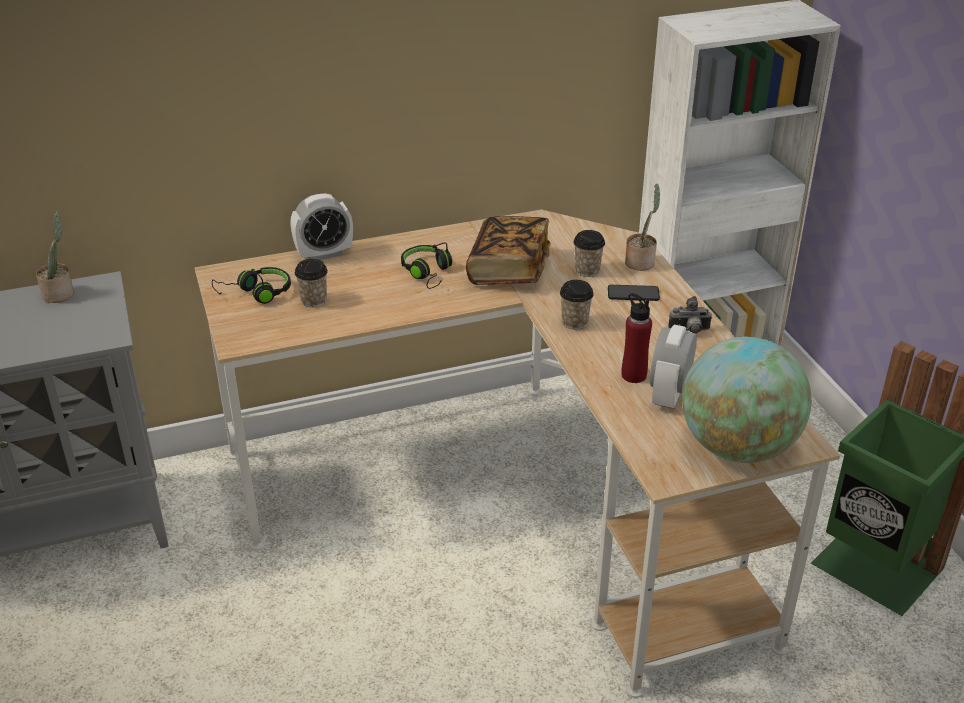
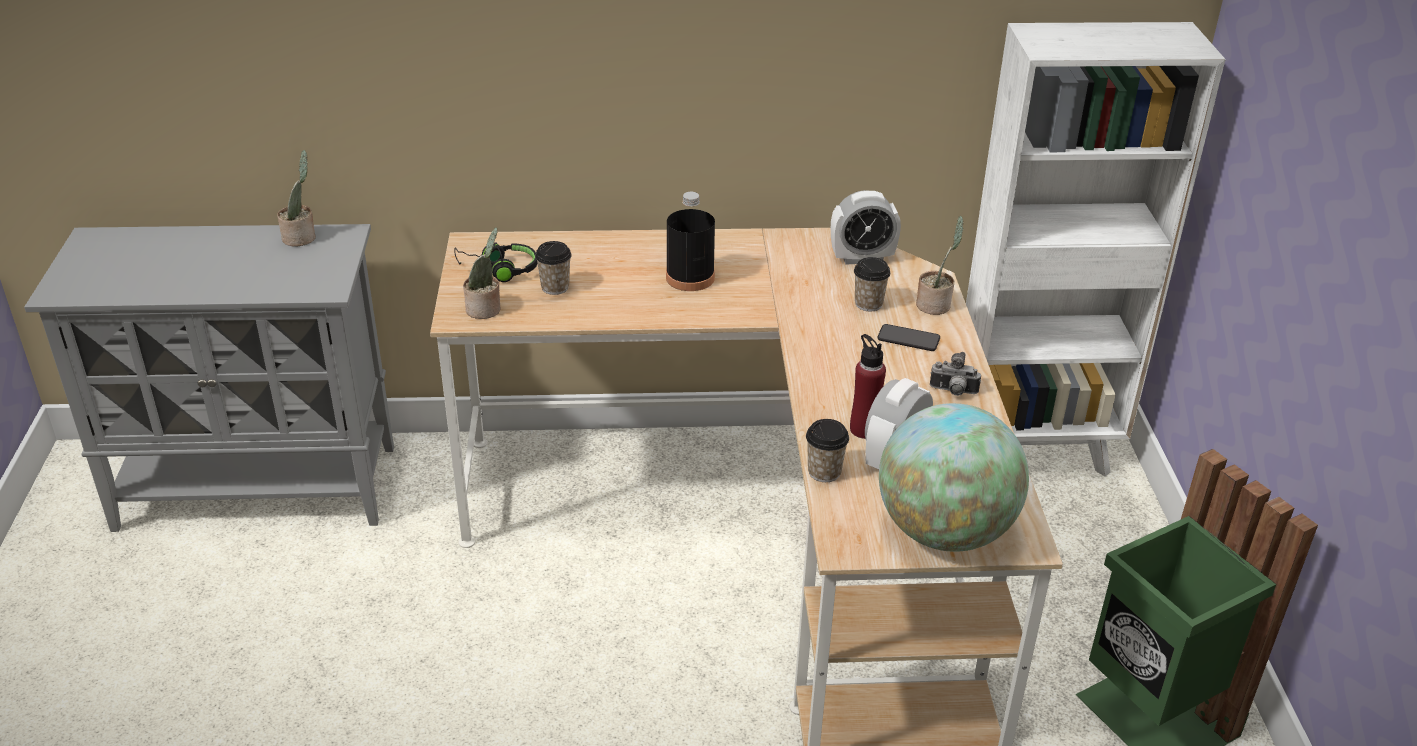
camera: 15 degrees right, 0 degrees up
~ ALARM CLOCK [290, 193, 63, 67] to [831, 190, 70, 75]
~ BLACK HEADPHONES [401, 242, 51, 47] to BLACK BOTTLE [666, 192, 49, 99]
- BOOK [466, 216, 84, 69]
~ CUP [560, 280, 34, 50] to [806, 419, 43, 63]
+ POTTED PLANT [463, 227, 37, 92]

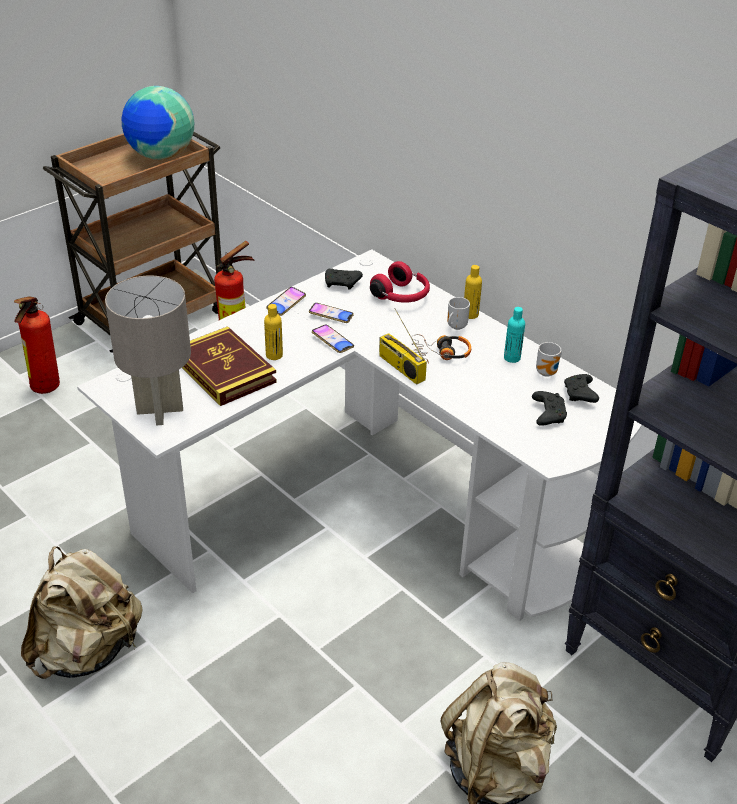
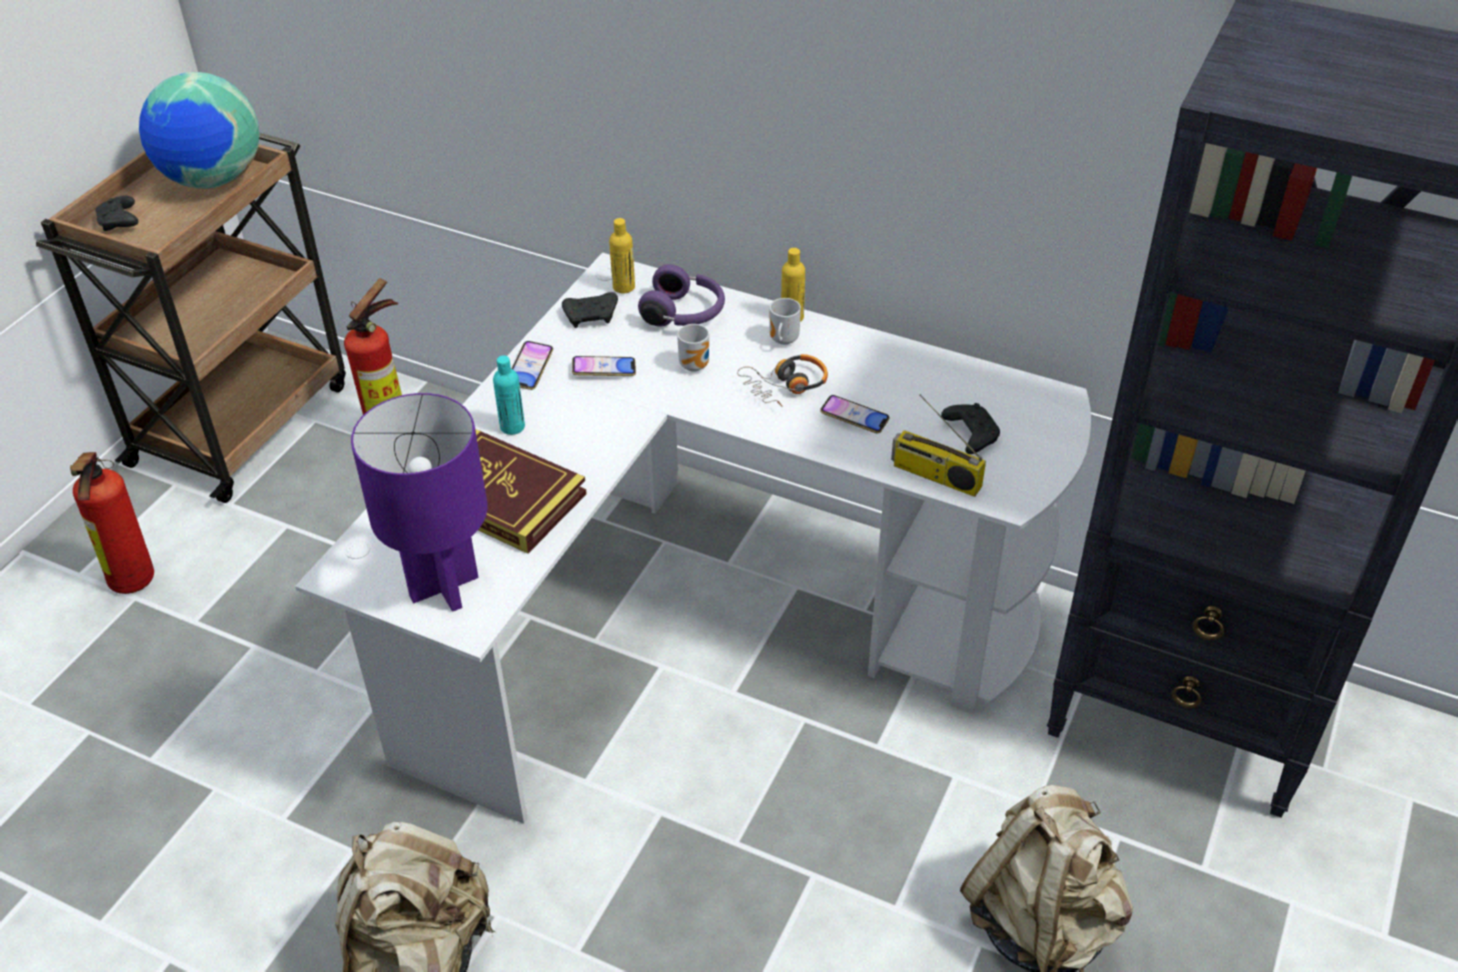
camera: 20 degrees left, 5 degrees up
~ GREY TABLE LAMP [105, 276, 86, 149] to PURPLE TABLE LAMP [351, 393, 136, 219]
~ YELLOW BOTTLE [264, 304, 19, 56] to [609, 218, 26, 75]
~ PHONE [312, 325, 42, 28] to [820, 395, 69, 38]
~ RED HEADPHONES [370, 261, 60, 42] to PURPLE HEADPHONES [638, 264, 87, 63]
~ RADIO [379, 308, 48, 77] to [891, 394, 95, 103]
~ TURQUOISE BOTTLE [504, 307, 21, 56] to [493, 355, 32, 80]
~ MUG [536, 342, 26, 35] to [677, 324, 32, 48]
~ BLACK GAME CONTROLLER [564, 374, 35, 29] to [95, 196, 43, 35]

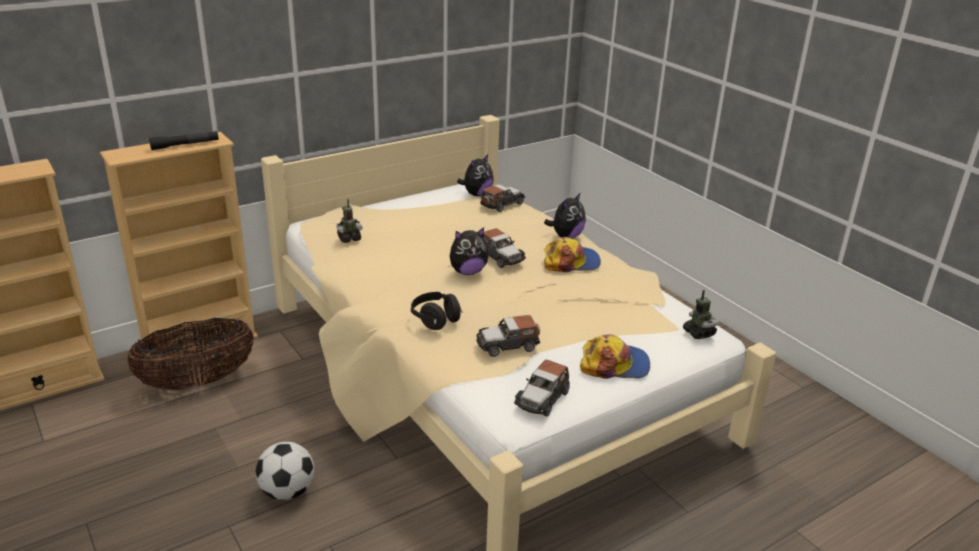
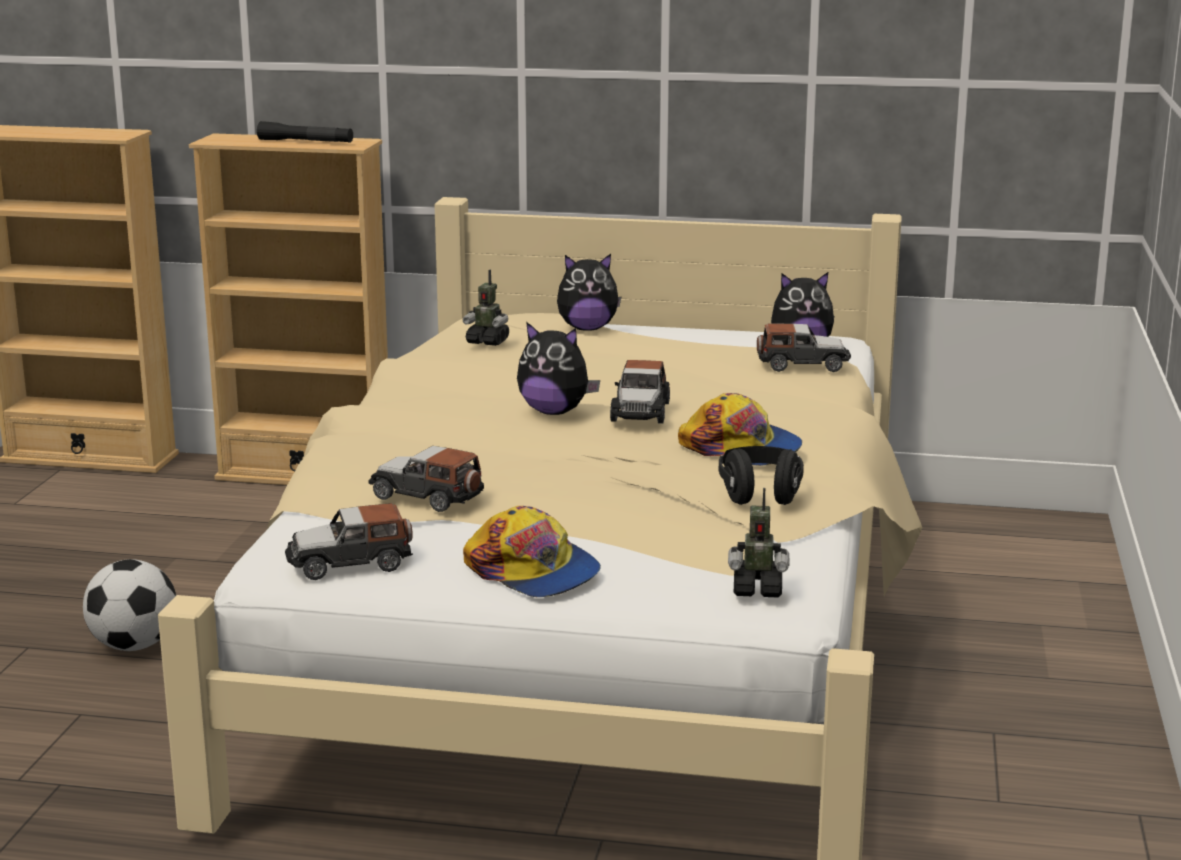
camera: 45 degrees right, 10 degrees down
- BASKET [127, 318, 127, 72]
~ BLACK HEADPHONES [411, 292, 51, 38] to [719, 446, 85, 59]
~ PLUSH TOY [544, 192, 42, 46] to [557, 254, 64, 77]
~ TOY ROBOT [683, 290, 36, 49] = [728, 488, 62, 110] 75 degrees clockwise

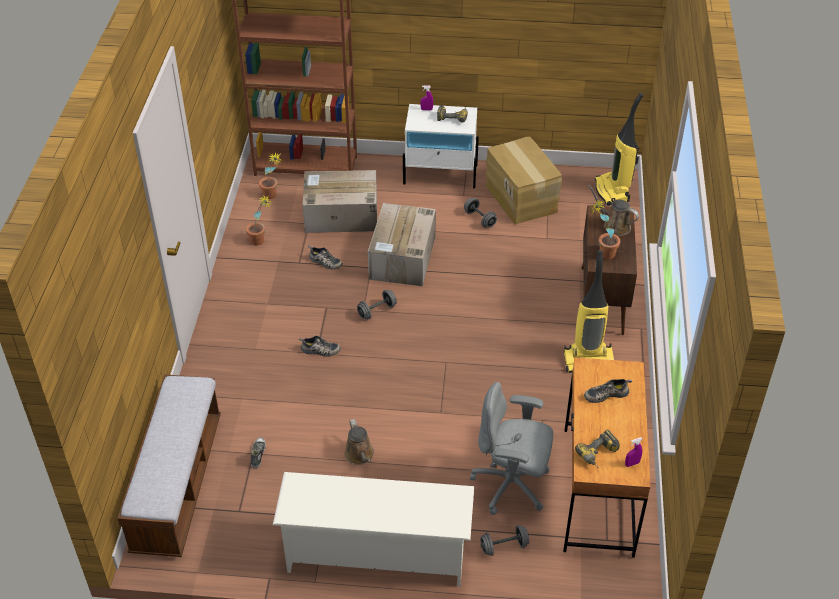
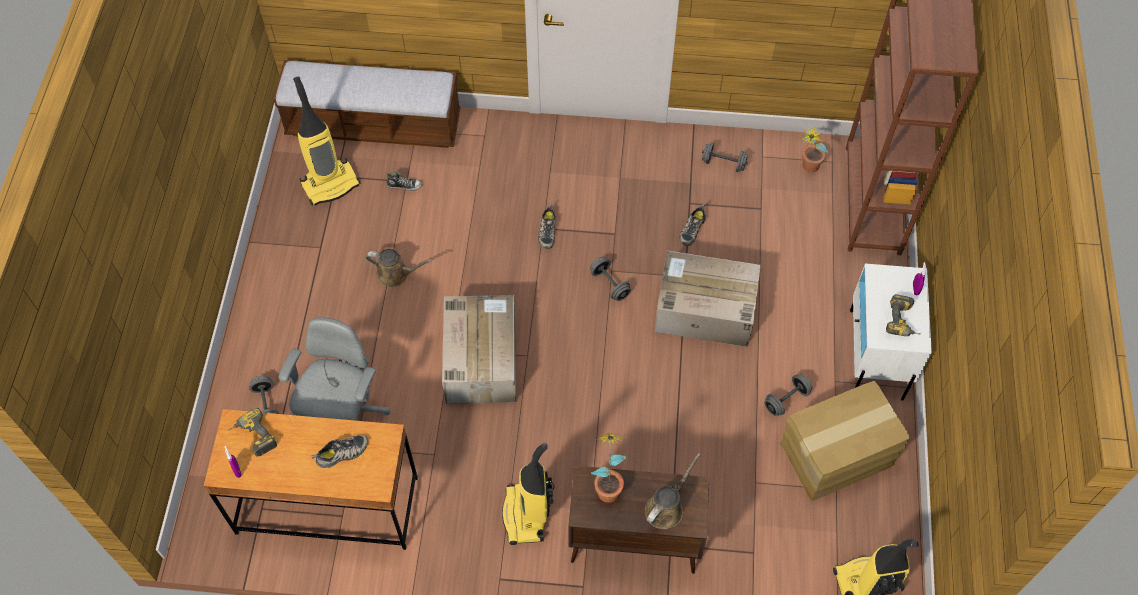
camera: 90 degrees right, 15 degrees up
~ POTTED PLANT [246, 195, 27, 51] to GREY DUMBBELL [702, 143, 46, 29]
- WHITE SHOE RACK [273, 472, 201, 115]
~ CARDBOARD BOX [303, 170, 74, 63] to [442, 295, 74, 109]
~ BROWN WATERING CAN [344, 419, 30, 46] = [366, 249, 66, 38] 150 degrees counterclockwise
~ SHOE [584, 379, 48, 24] = [312, 435, 56, 33] 75 degrees clockwise
+ VACUUM CLEANER [293, 76, 68, 129]

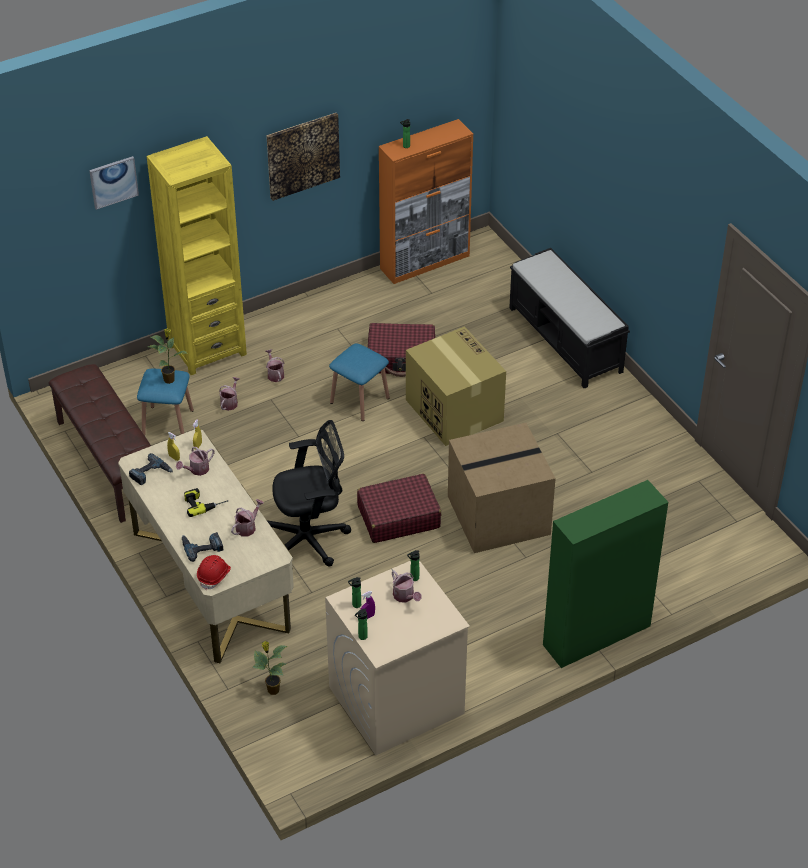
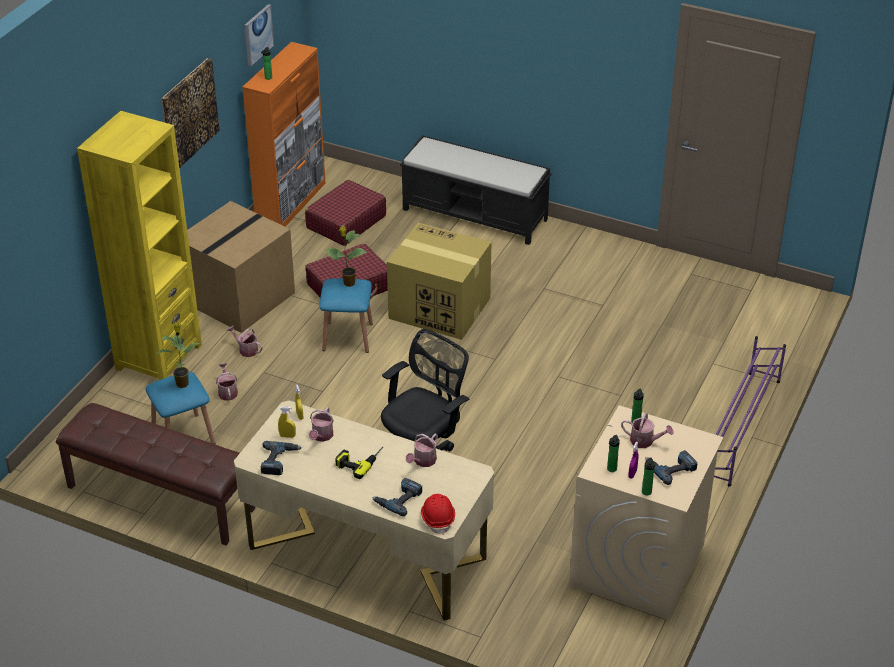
camera: 35 degrees left, 5 degrees down
~ PICTURE [89, 156, 50, 54] to [245, 4, 29, 62]
~ WATERING CAN [231, 499, 33, 38] = [406, 434, 32, 33] 150 degrees counterclockwise
~ POTTED PLANT [252, 641, 35, 54] to [325, 227, 42, 60]
~ RED SUITCASE [357, 474, 84, 69] to [305, 180, 81, 66]
~ CARDBOARD BOX [448, 423, 108, 130] to [187, 201, 108, 132]
~ GREEN CABINET [543, 480, 125, 188] to PURPLE SHOE RACK [714, 336, 72, 151]
+ POWER DRILL [645, 450, 53, 35]

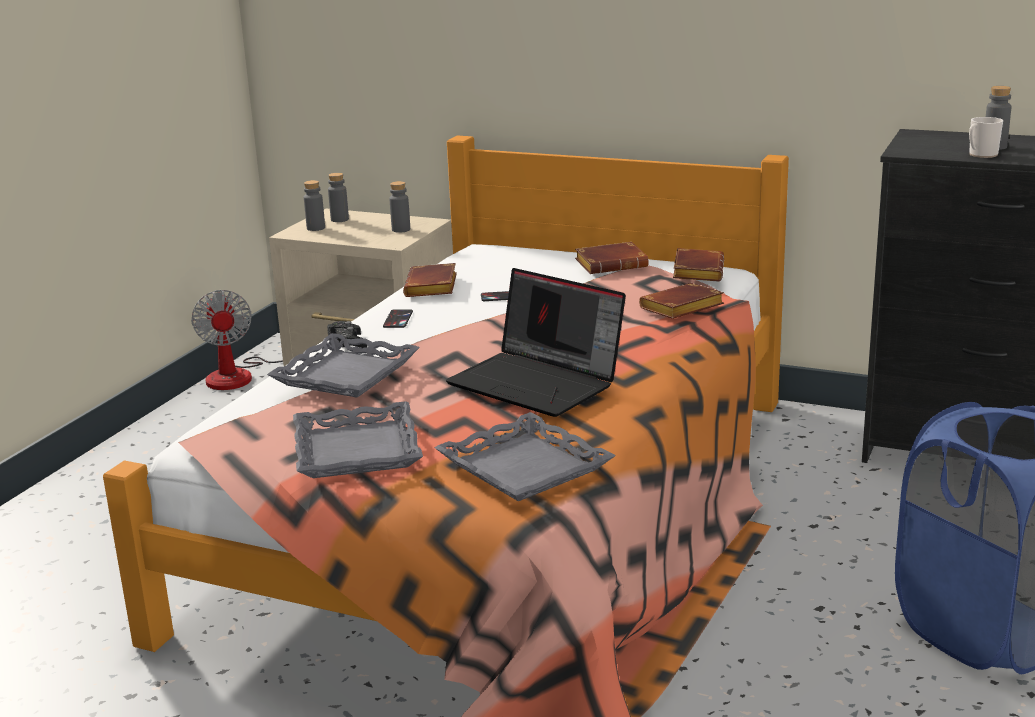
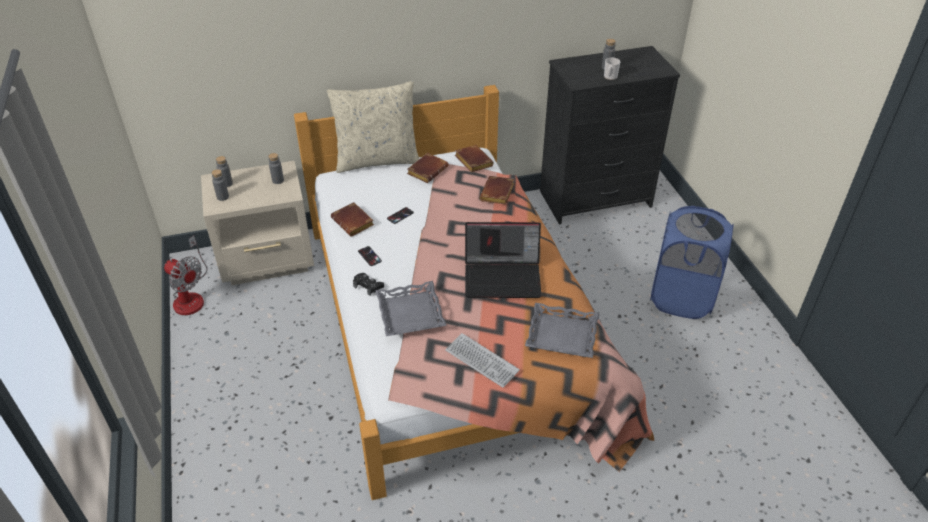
camera: 40 degrees left, 20 degrees up
~ GREY TRAY [293, 401, 130, 77] to KEYBOARD [445, 333, 75, 55]
+ BEIGE PILLOW [327, 81, 92, 92]

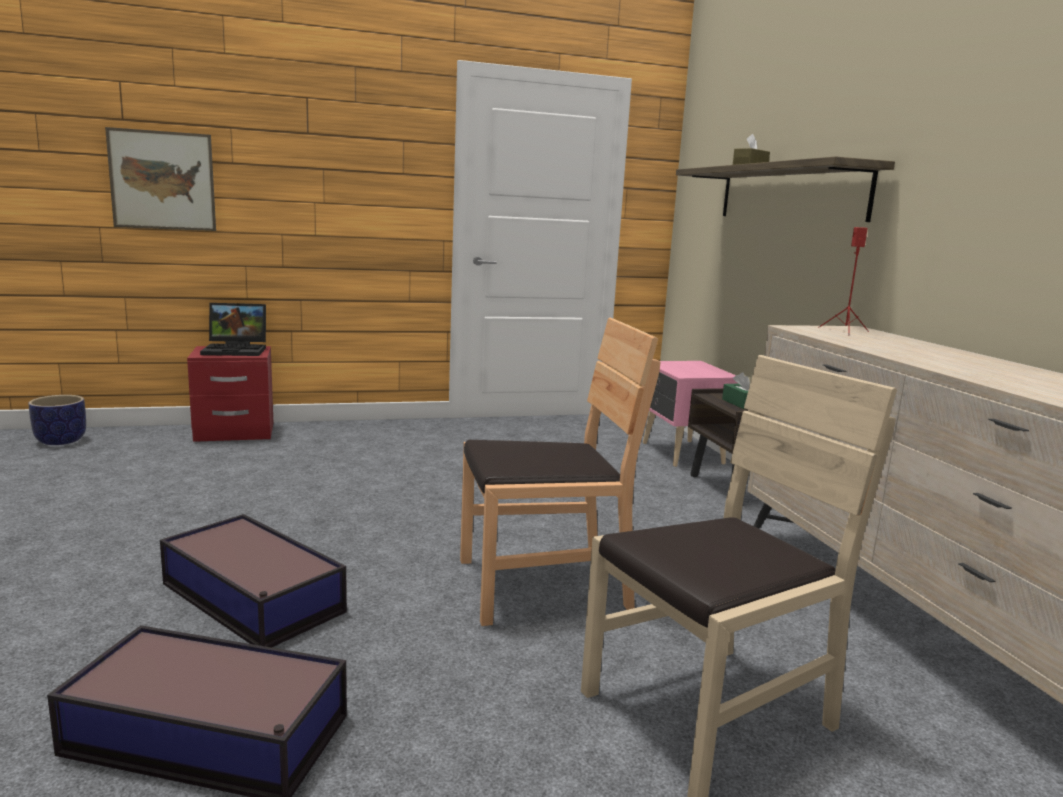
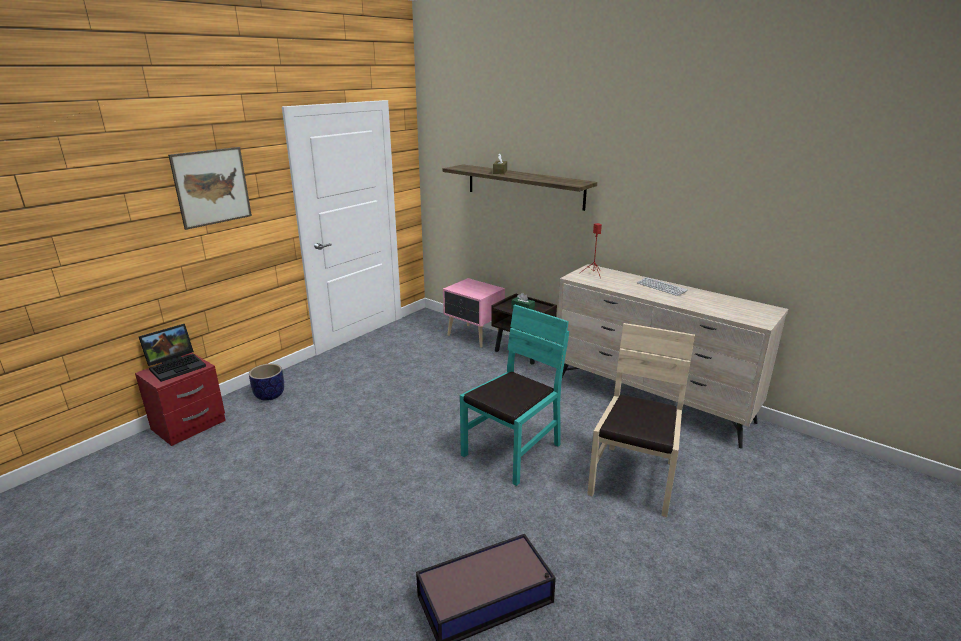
camera: 35 degrees left, 10 degrees up
~ PLANTER [29, 395, 57, 50] to [249, 364, 35, 37]
~ PICTURE [105, 127, 111, 104] to [168, 147, 84, 83]
- STORAGE BOX [160, 514, 187, 134]
~ BROWN CHAIR [460, 318, 200, 308] to TURQUOISE CHAIR [460, 305, 109, 181]
+ KEYBOARD [637, 277, 51, 19]

